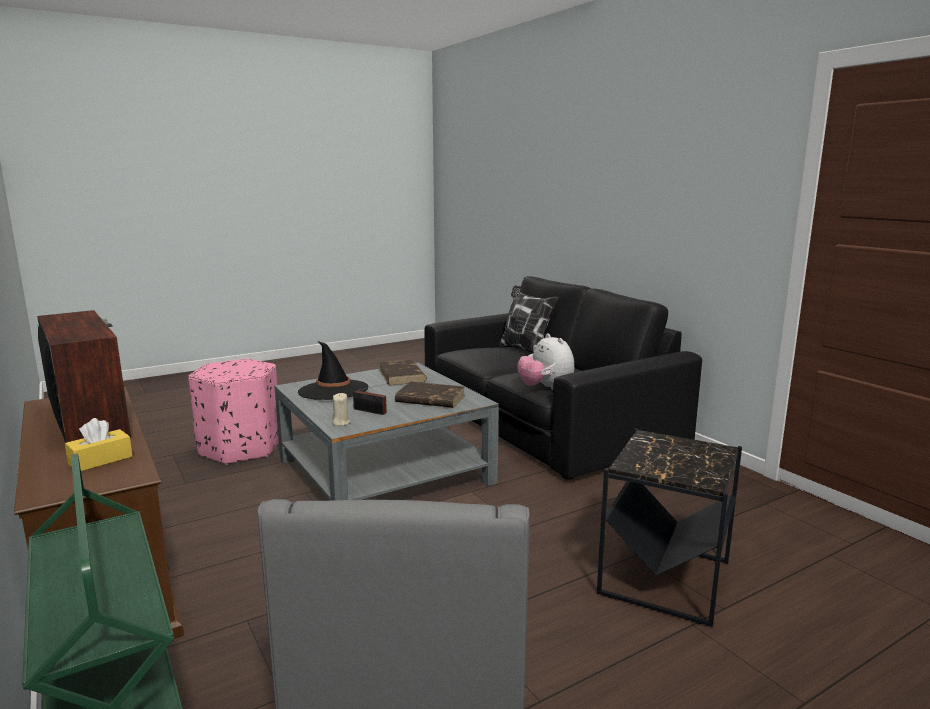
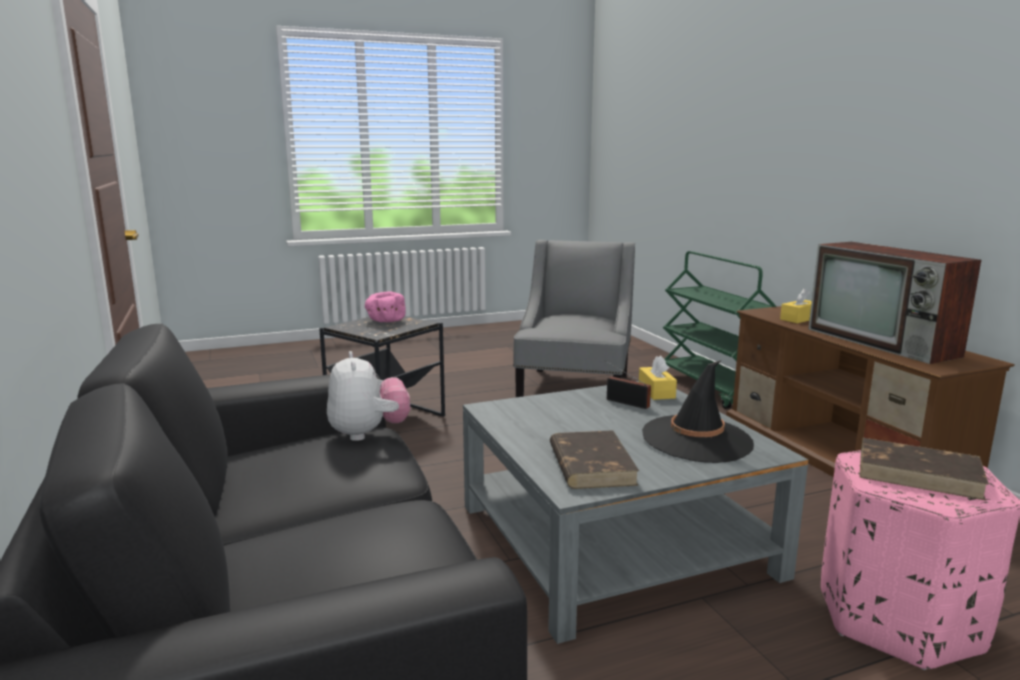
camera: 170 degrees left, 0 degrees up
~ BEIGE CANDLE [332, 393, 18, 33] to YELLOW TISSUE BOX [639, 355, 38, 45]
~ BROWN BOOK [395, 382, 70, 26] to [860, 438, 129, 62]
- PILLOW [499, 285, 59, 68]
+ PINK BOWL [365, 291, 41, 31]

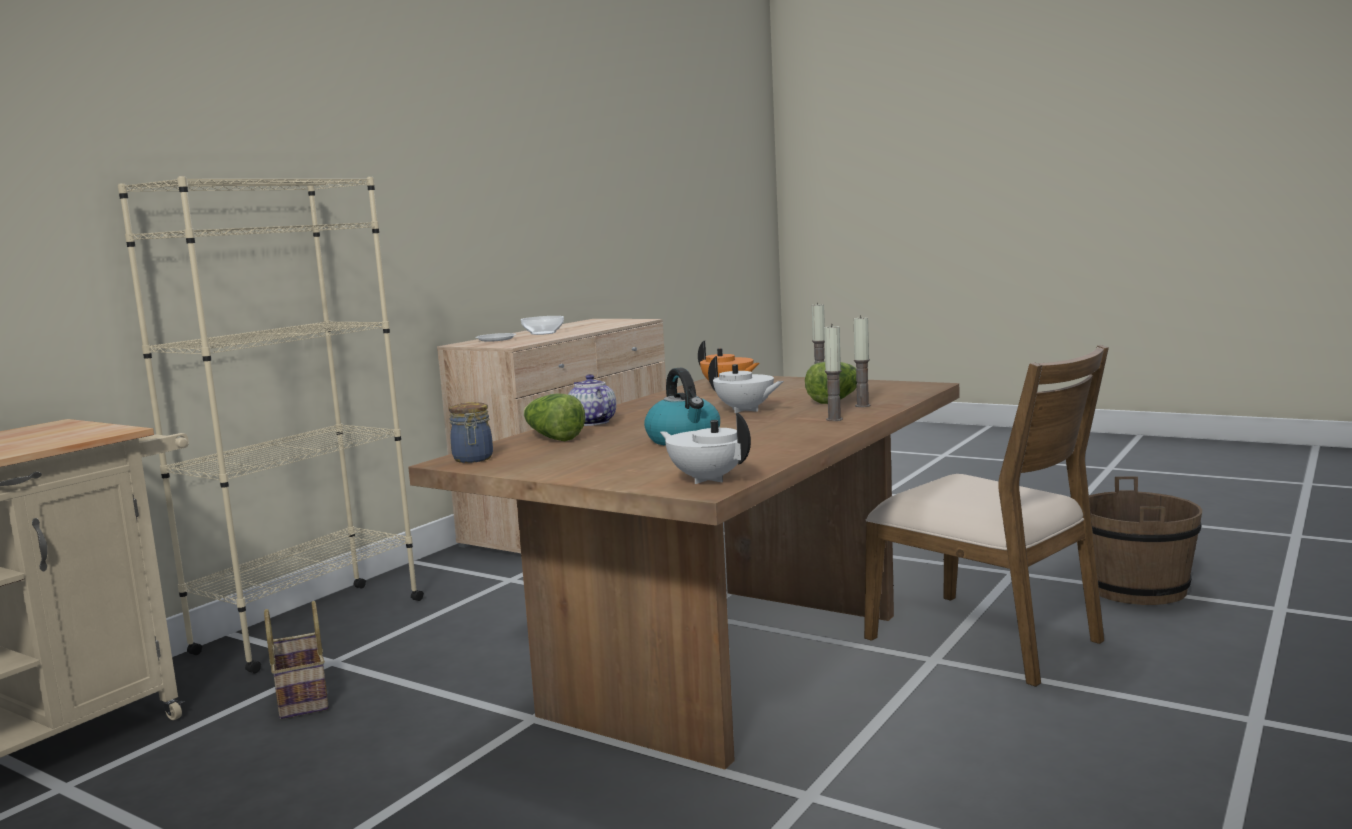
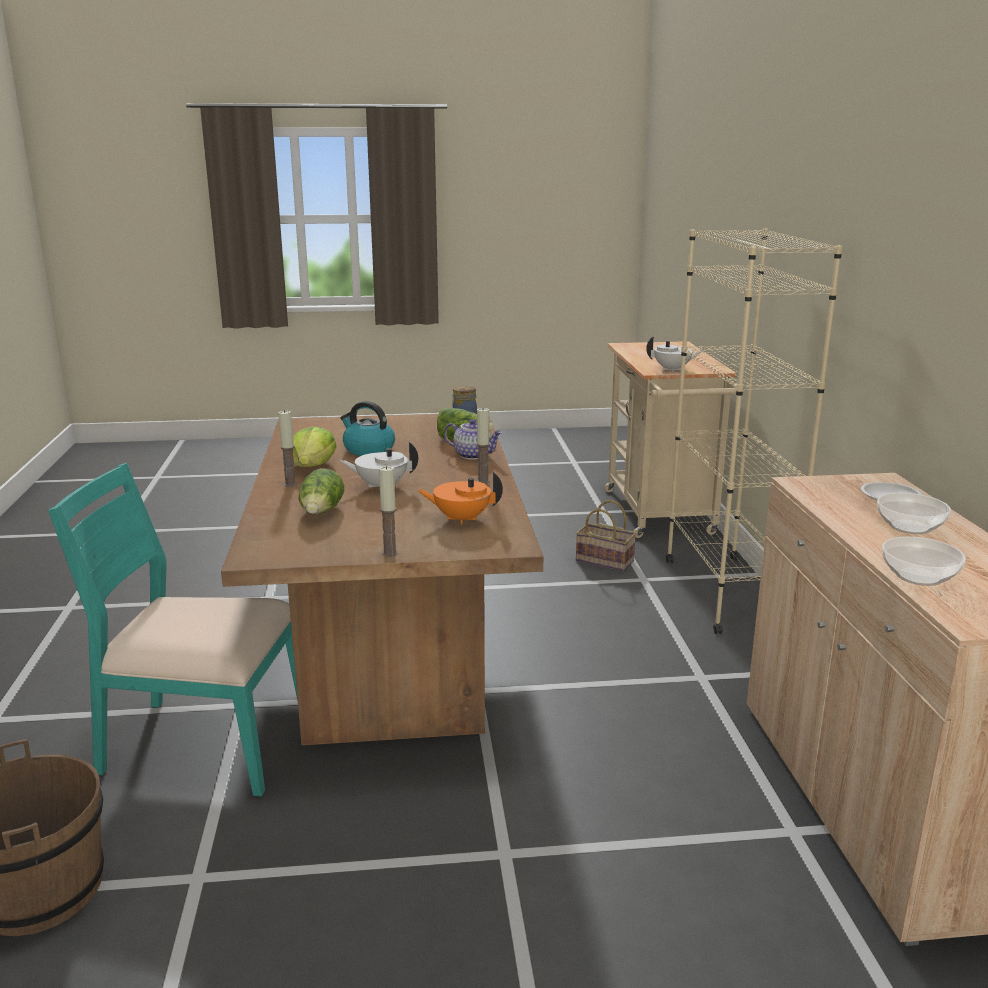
camera: 140 degrees right, 10 degrees up
~ WHITE TEAPOT [660, 413, 91, 71] to [646, 336, 58, 36]
~ CANDLE [854, 315, 17, 92] to [476, 407, 14, 77]
~ BROWN CHAIR [864, 345, 245, 342] to TURQUOISE CHAIR [48, 463, 250, 333]
+ LETTUCE [293, 426, 44, 41]
+ BOWL [882, 537, 84, 49]

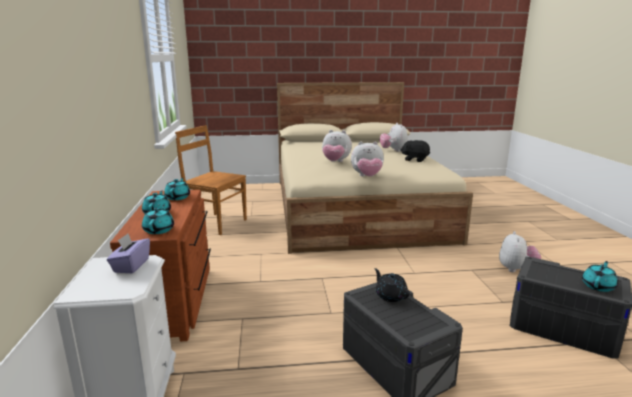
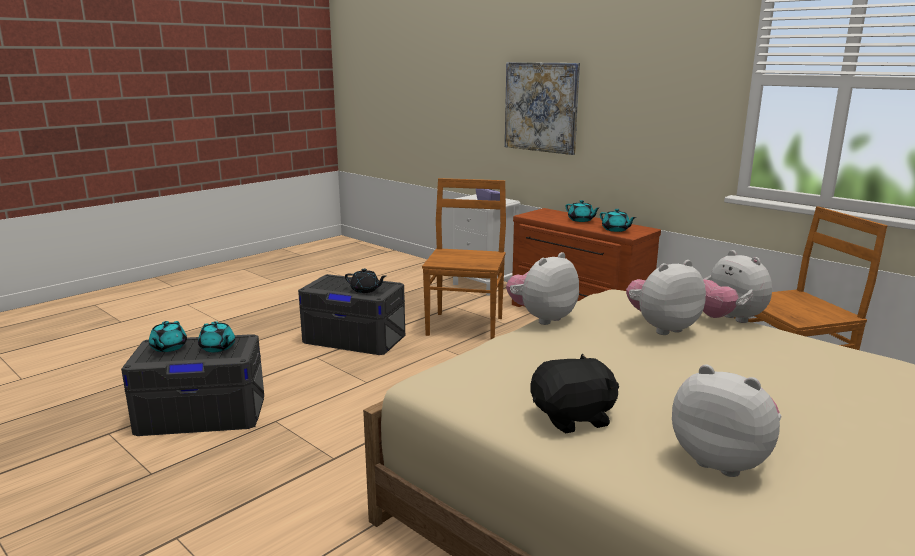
camera: 140 degrees right, 0 degrees up
~ TURQUOISE TEAPOT [142, 204, 32, 30] to [198, 321, 37, 31]
~ PLUSH TOY [499, 231, 42, 41] to [703, 250, 69, 73]
+ BROWN CHAIR [422, 178, 84, 161]
+ PICTURE [505, 62, 75, 93]

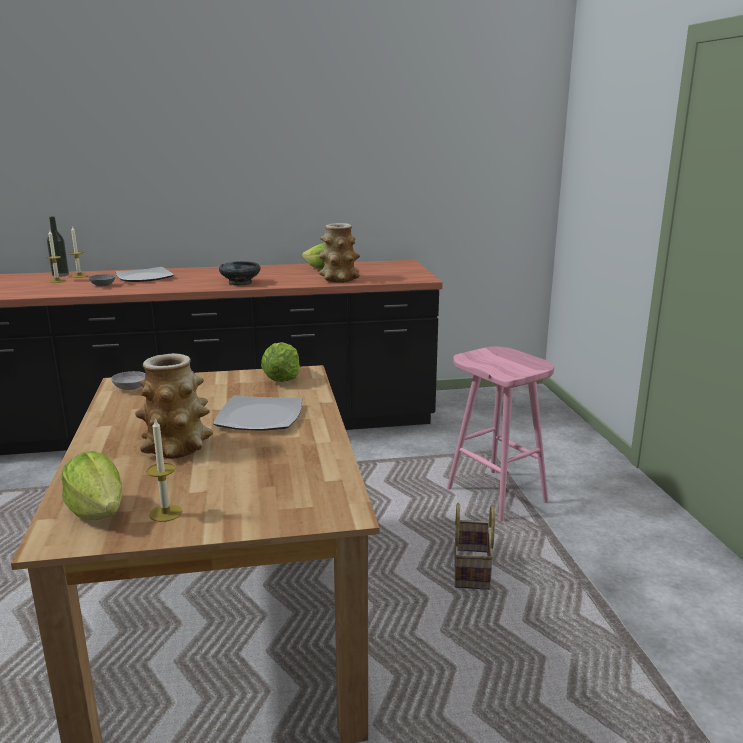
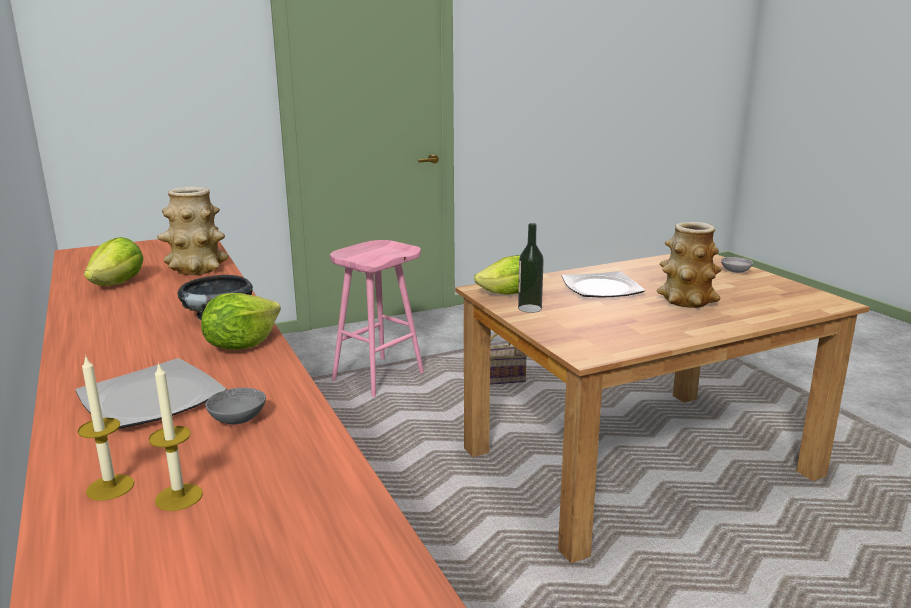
camera: 105 degrees left, 0 degrees up
~ BOTTLE [47, 217, 22, 60] to [518, 223, 26, 90]
~ LETTUCE [61, 451, 62, 69] to [201, 293, 80, 57]
~ GREY BOWL [111, 371, 34, 19] to [721, 257, 32, 16]
- CANDLE [147, 418, 35, 104]

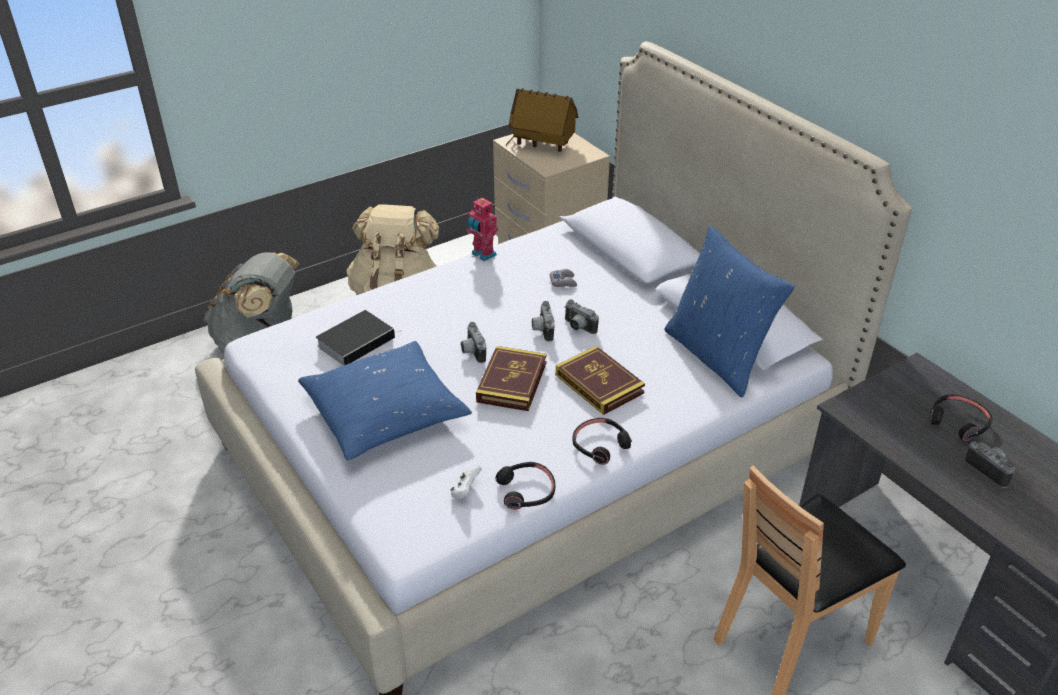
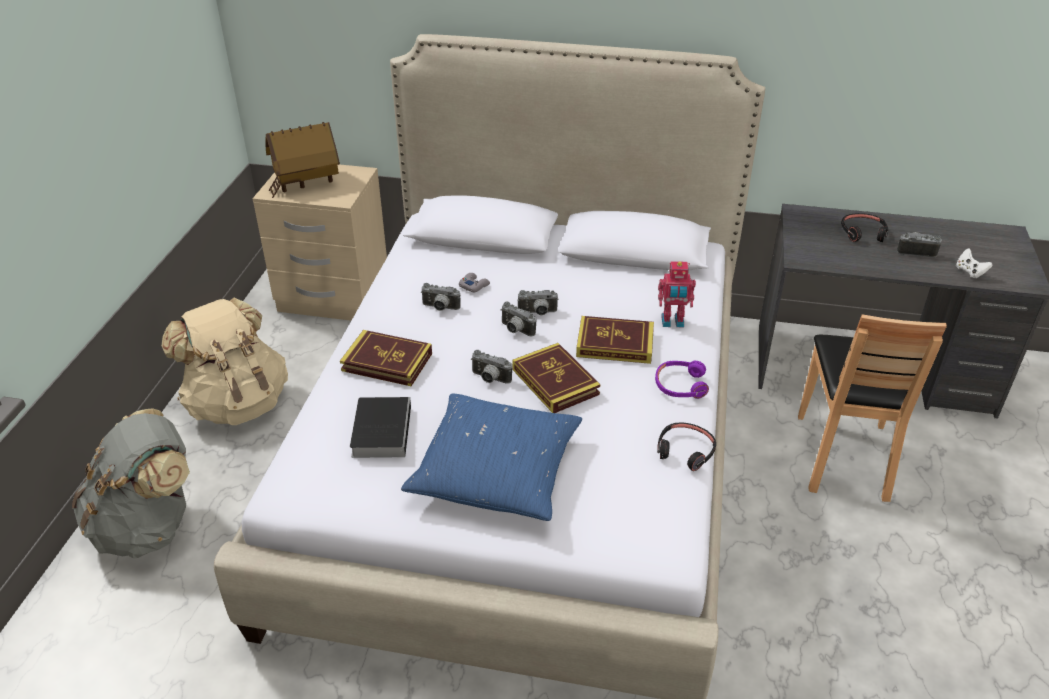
camera: 45 degrees left, 0 degrees up
~ WHITE GAME CONTROLLER [450, 465, 32, 34] to [956, 248, 37, 30]
~ TOY ROBOT [466, 197, 32, 64] to [658, 261, 38, 66]
~ BLACK HEADPHONES [572, 418, 60, 47] to PURPLE HEADPHONES [655, 361, 54, 38]
- BLUE PILLOW [665, 225, 130, 172]
+ BOOK [340, 330, 92, 56]
+ PHOTO CAMERA [421, 283, 39, 28]

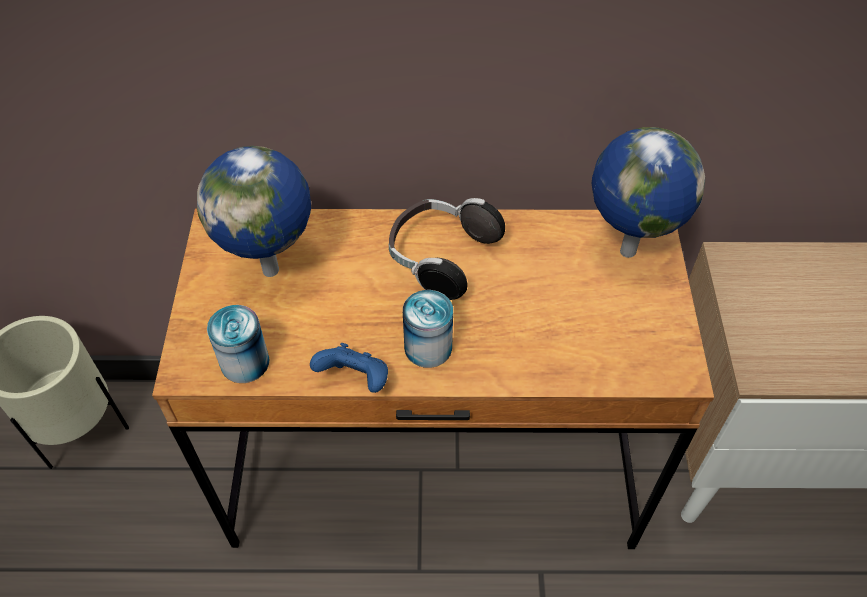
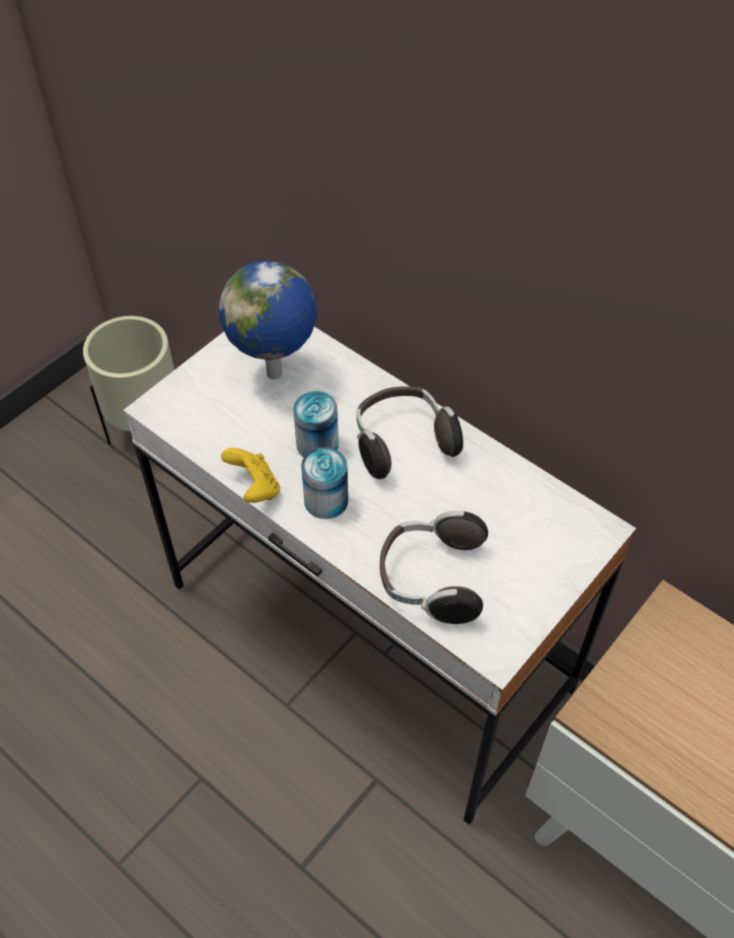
camera: 40 degrees right, 0 degrees up
~ BROWN DESK [152, 209, 562, 340] to WHITE DESK [123, 327, 513, 498]
~ CAN [207, 305, 62, 78] to [293, 391, 46, 66]
~ BLUE GAME CONTROLLER [310, 343, 78, 50] to YELLOW GAME CONTROLLER [221, 448, 59, 55]
- GLOBE [592, 127, 113, 131]
+ HEADPHONES [380, 510, 108, 114]

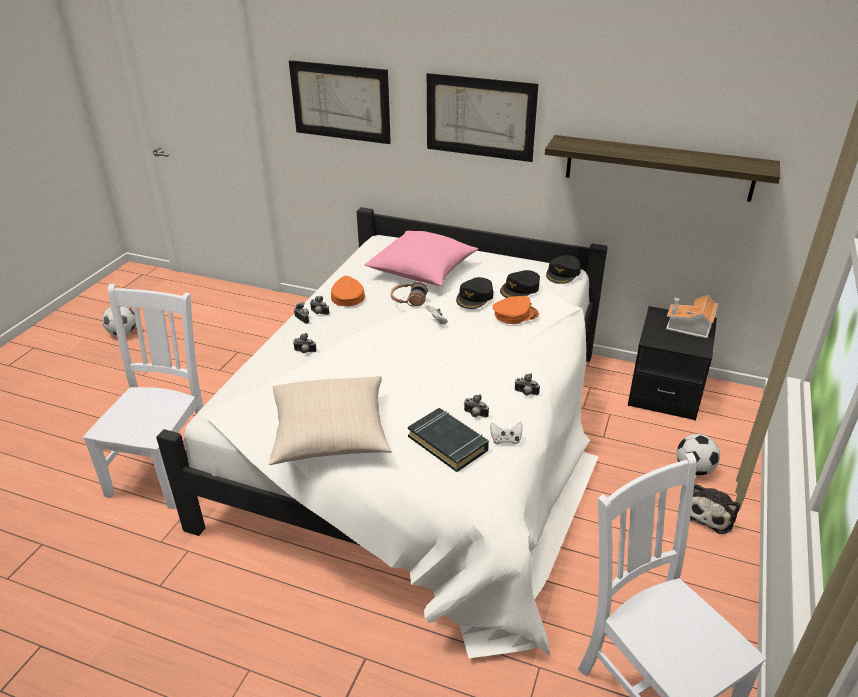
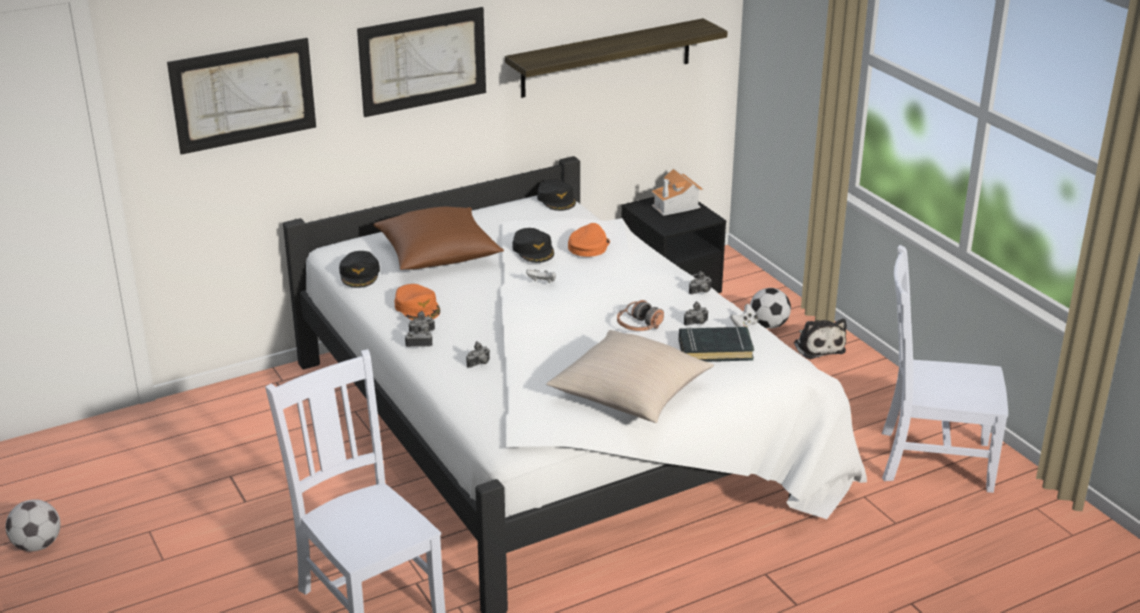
camera: 50 degrees left, 5 degrees down
~ ORANGE CAP [331, 276, 34, 30] = [394, 284, 46, 36] 150 degrees counterclockwise
~ PINK PILLOW [365, 231, 113, 55] to BROWN PILLOW [373, 207, 131, 63]
~ HEADPHONES [391, 281, 37, 26] to [617, 300, 47, 31]
~ BLACK CAP [500, 270, 40, 28] to [339, 251, 41, 37]

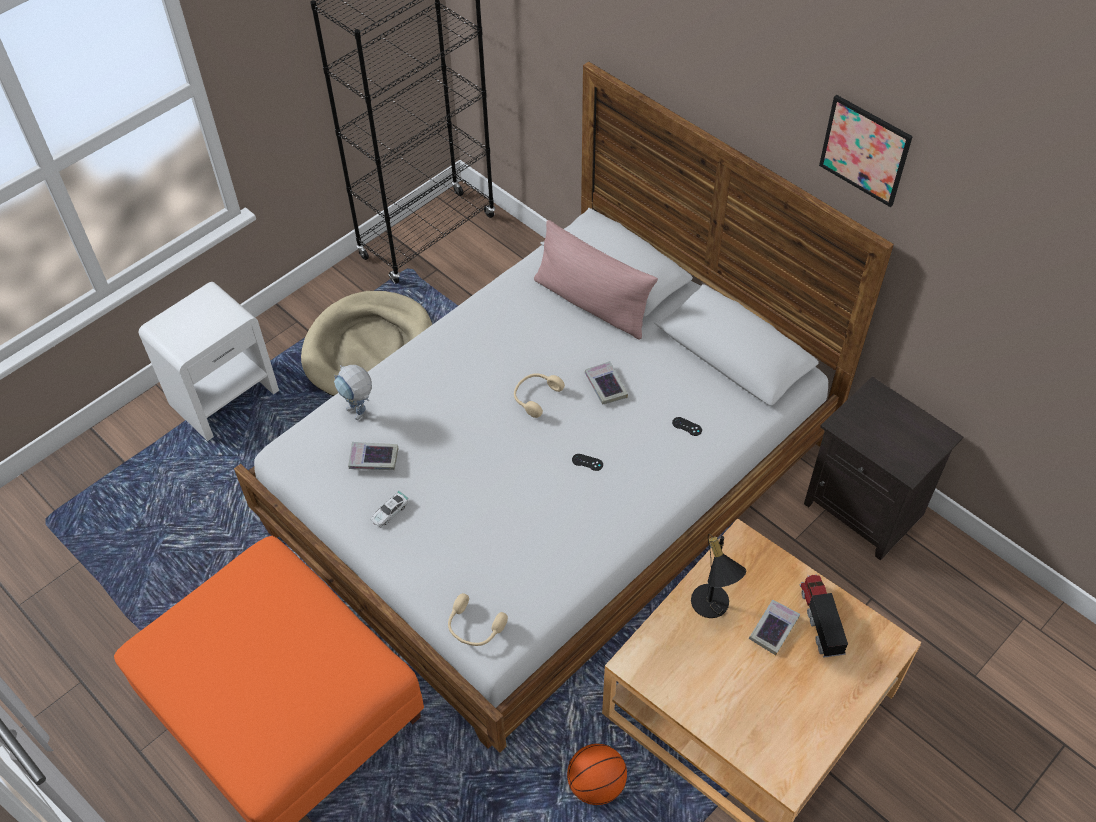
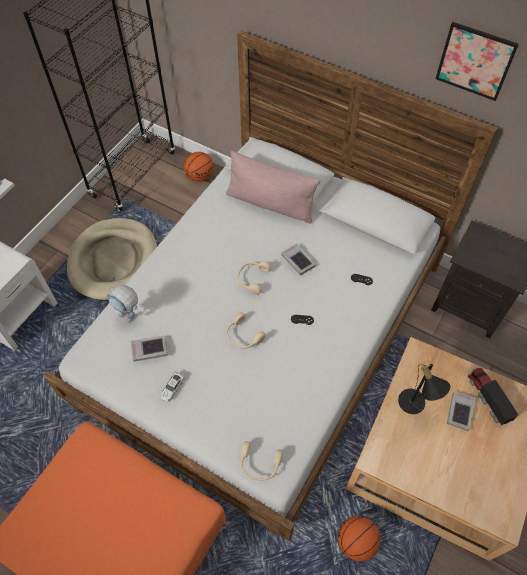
camera: 15 degrees left, 5 degrees up
+ BASKETBALL [184, 152, 30, 30]
+ BEIGE HEADPHONES [226, 312, 40, 37]

